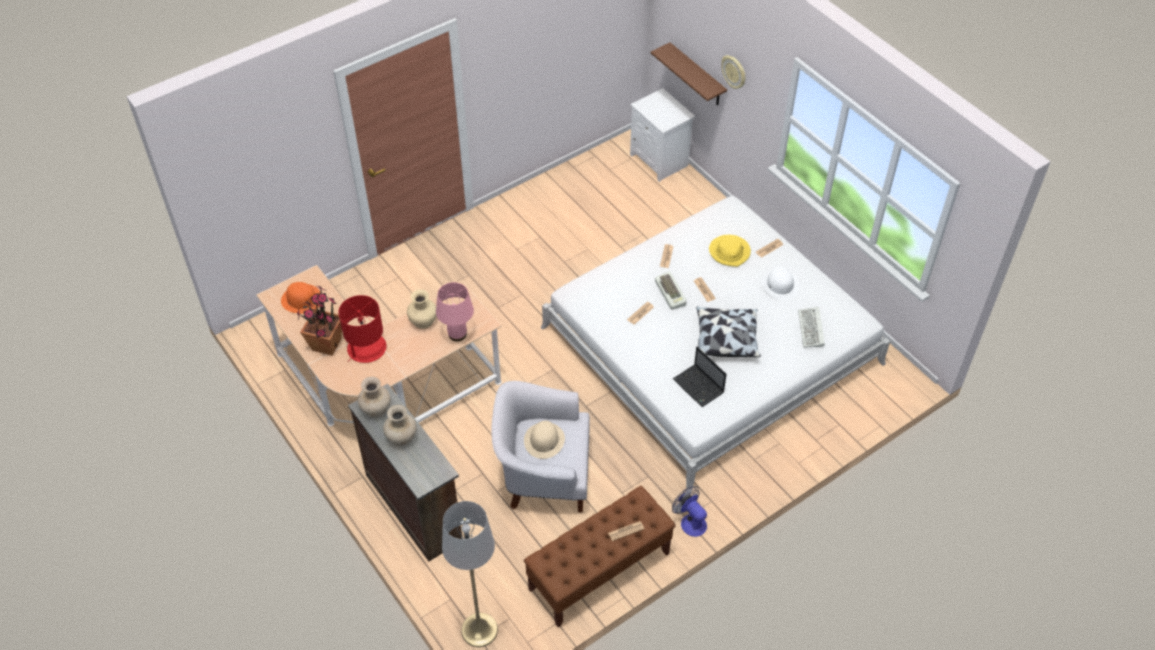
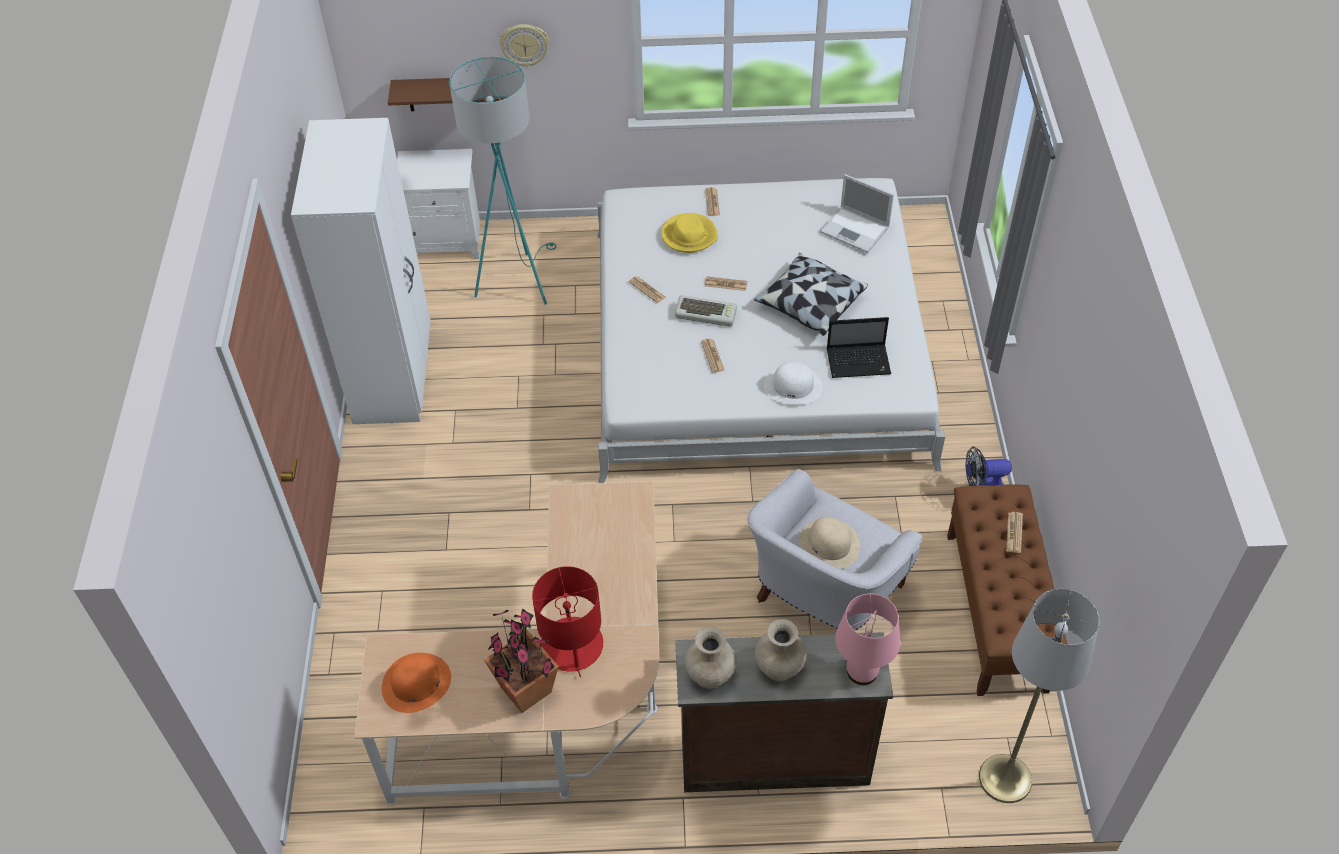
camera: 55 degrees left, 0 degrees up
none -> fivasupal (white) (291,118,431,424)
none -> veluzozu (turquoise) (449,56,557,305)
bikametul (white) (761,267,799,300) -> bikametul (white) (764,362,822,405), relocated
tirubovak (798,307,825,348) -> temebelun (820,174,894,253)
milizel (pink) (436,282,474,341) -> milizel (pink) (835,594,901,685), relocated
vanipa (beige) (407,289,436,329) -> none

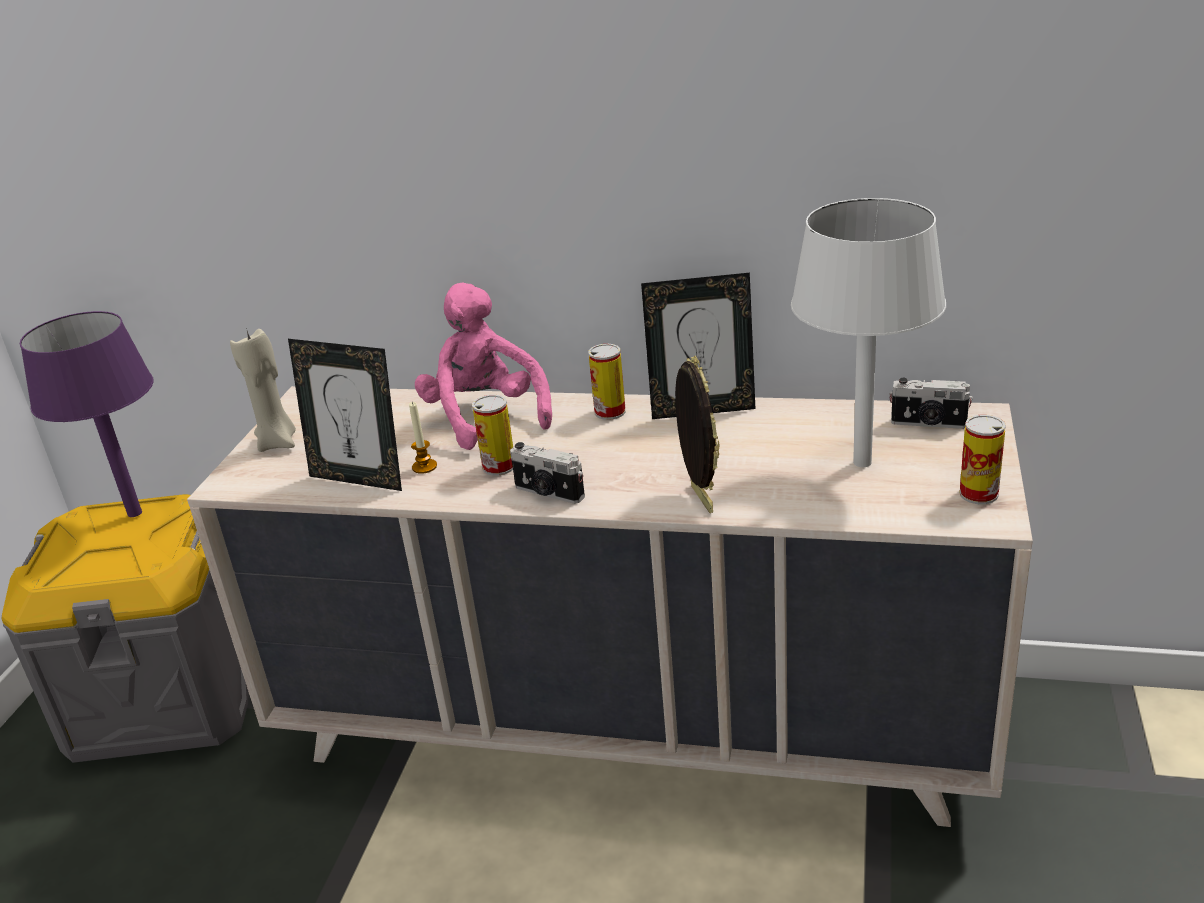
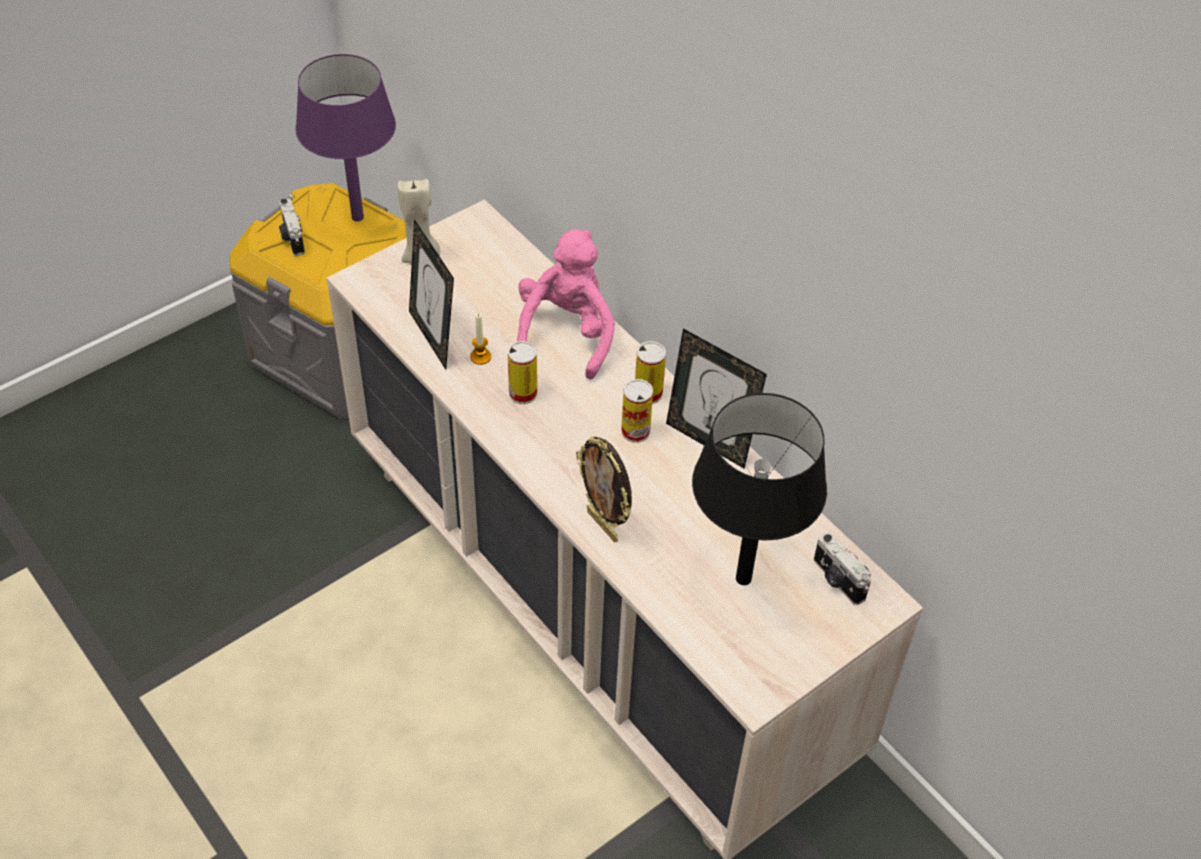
camera: 35 degrees right, 20 degrees up
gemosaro (510,442,585,504) -> gemosaro (279,199,305,256), relocated
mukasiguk (675,356,720,513) -> mukasiguk (576,437,632,542), 120 degrees clockwise
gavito (959,415,1006,504) -> gavito (621,379,653,443), relocated
milizel (white) (791,198,946,467) -> milizel (black) (692,393,827,585)

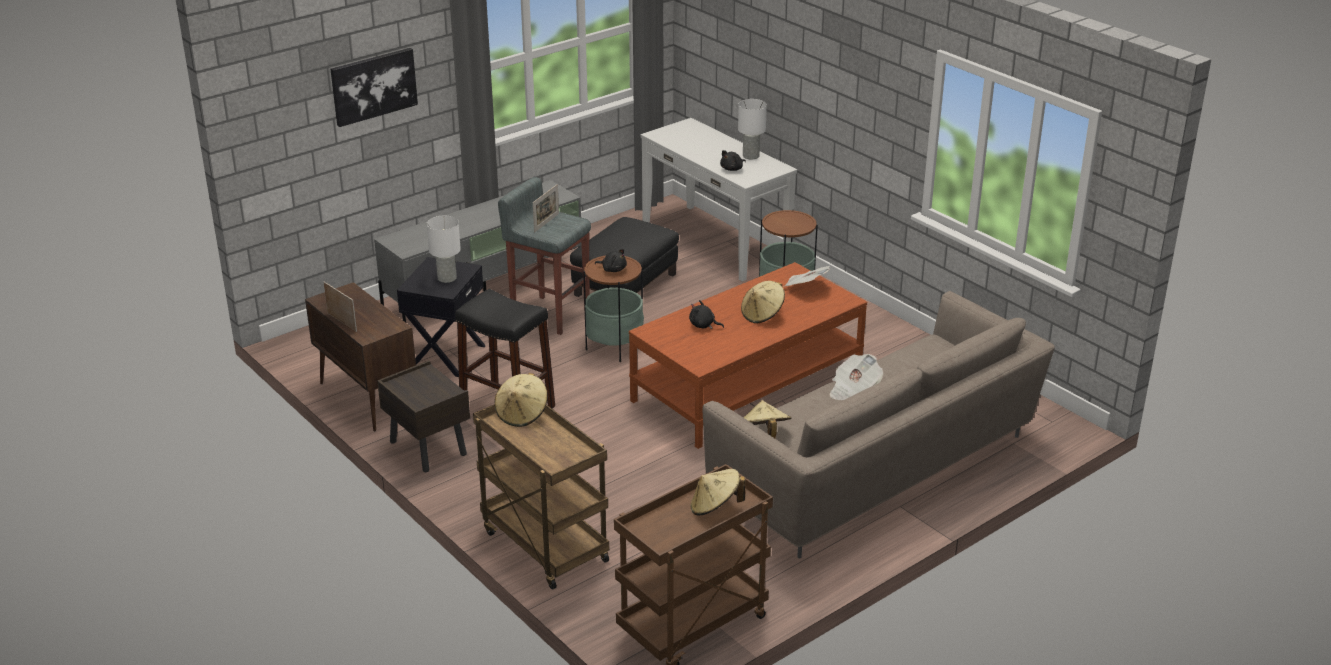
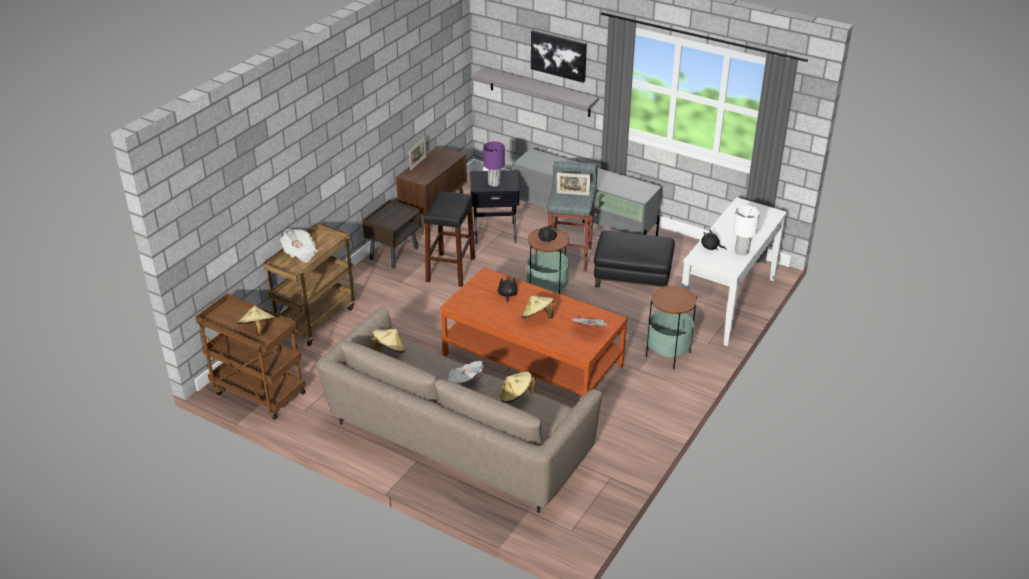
camera: 70 degrees right, 5 degrees up
none -> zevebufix (280,229,318,263)
none -> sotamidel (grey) (472,67,599,117)
milizel (white) (427,216,461,283) -> milizel (purple) (483,142,505,187)
bikametul (beige) (495,373,548,427) -> bikametul (beige) (500,371,536,403), relocated

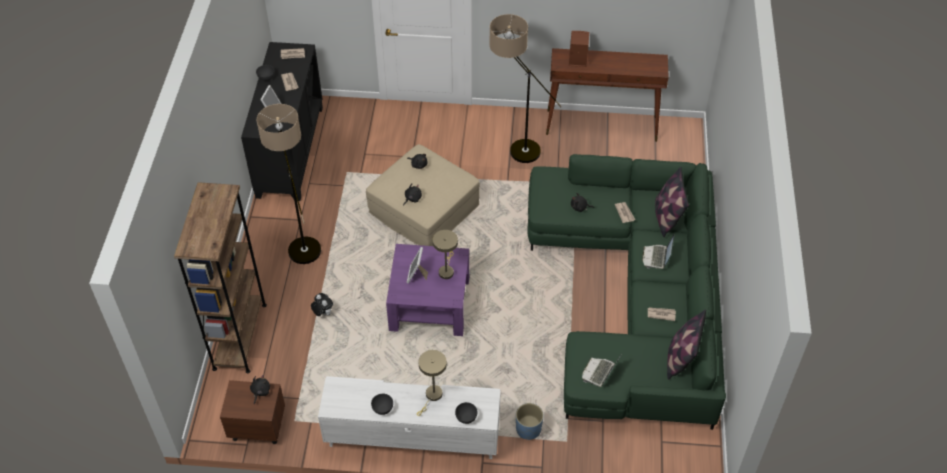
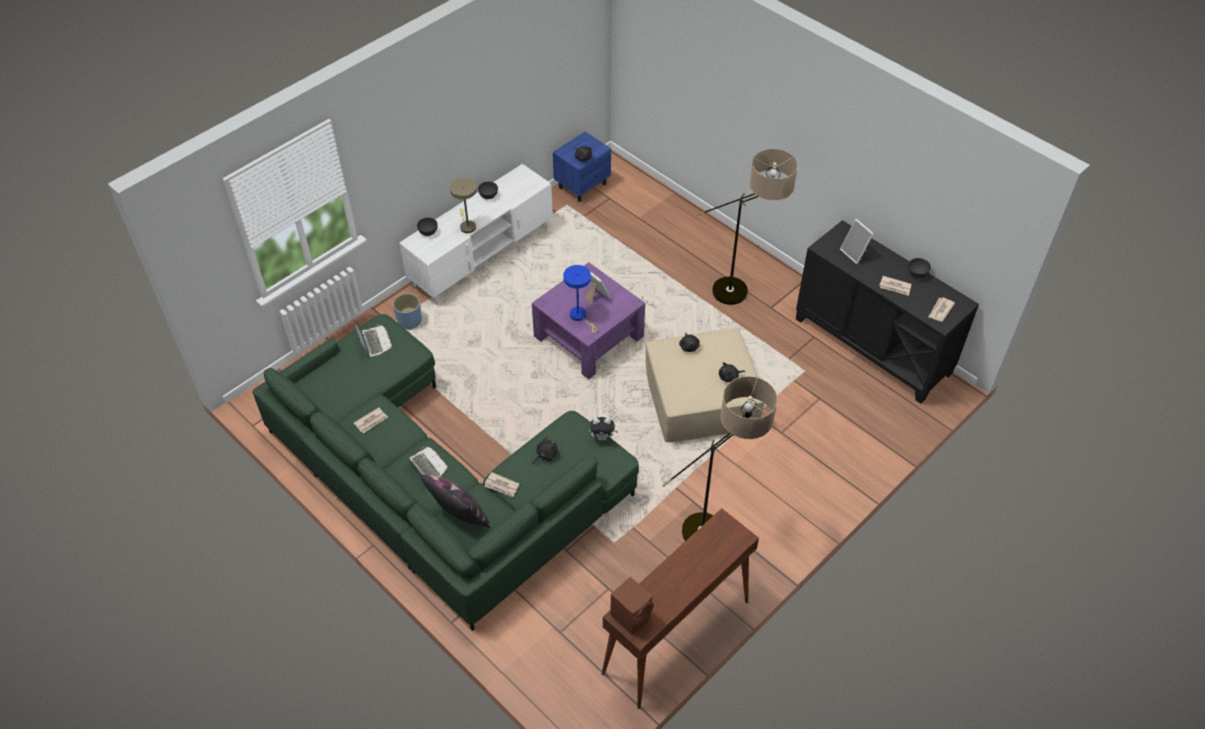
camera: 130 degrees right, 0 degrees up
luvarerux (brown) (220,380,285,444) -> luvarerux (blue) (553,132,611,202)
milizel (beige) (432,230,458,279) -> milizel (blue) (563,265,597,332)
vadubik (311,293,333,316) -> vadubik (589,417,618,441), relocated
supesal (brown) (569,31,589,67) -> supesal (brown) (611,576,654,635), relocated
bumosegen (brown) (174,182,267,373) -> none
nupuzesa (667,309,706,380) -> none

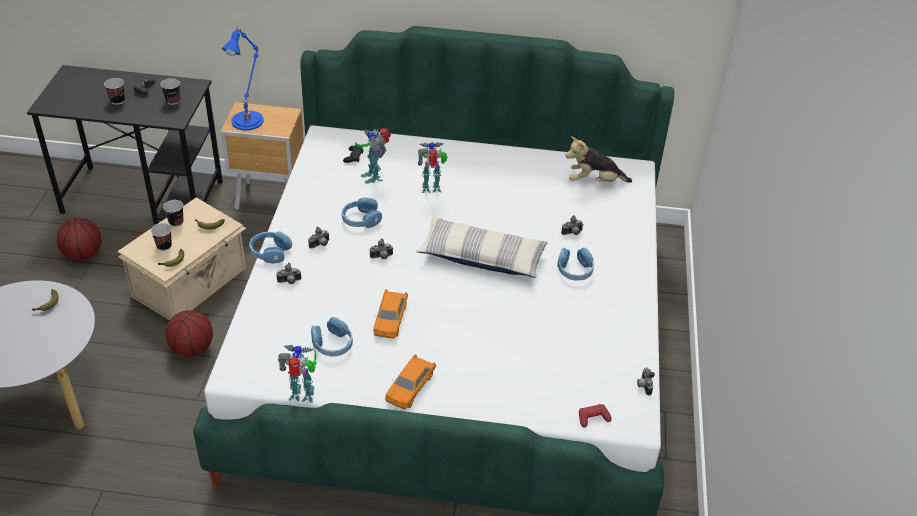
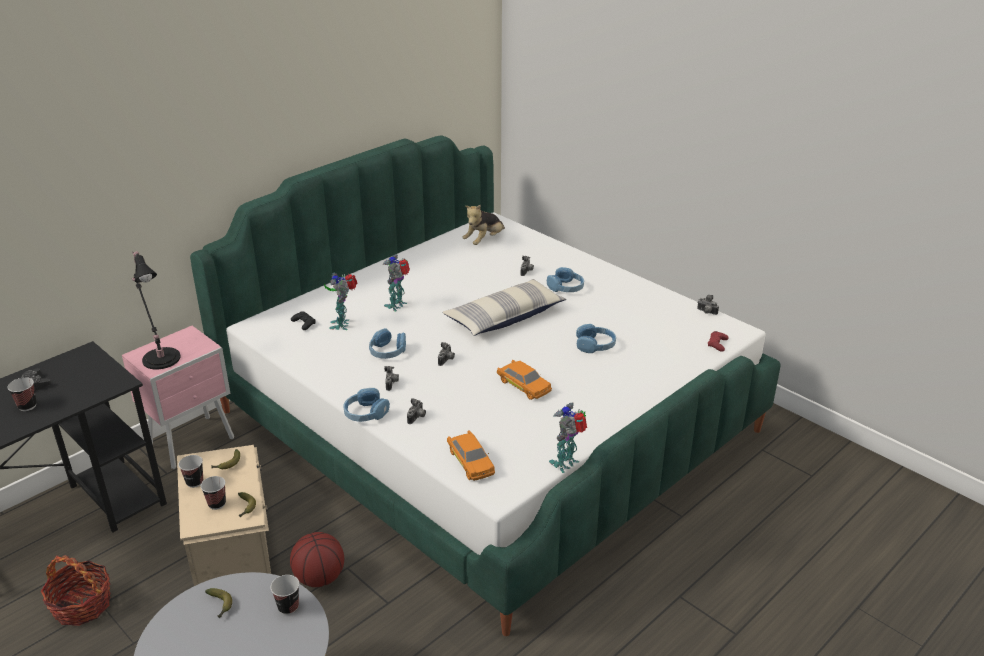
camera: 50 degrees left, 10 degrees down
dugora (57,218,101,261) -> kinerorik (41,555,111,626)
luvarerux (brown) (221,102,304,210) -> luvarerux (pink) (122,326,234,469)
milizel (blue) (222,27,264,131) -> milizel (black) (132,252,180,370)
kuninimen (161,78,180,105) -> kuninimen (270,575,299,615), relocated
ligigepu (355,128,391,184) -> ligigepu (324,273,357,330), 75 degrees clockwise
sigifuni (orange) (385,354,436,409) -> sigifuni (orange) (447,430,495,481), relocated
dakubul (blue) (311,317,353,357) -> dakubul (blue) (576,324,616,353), relocated

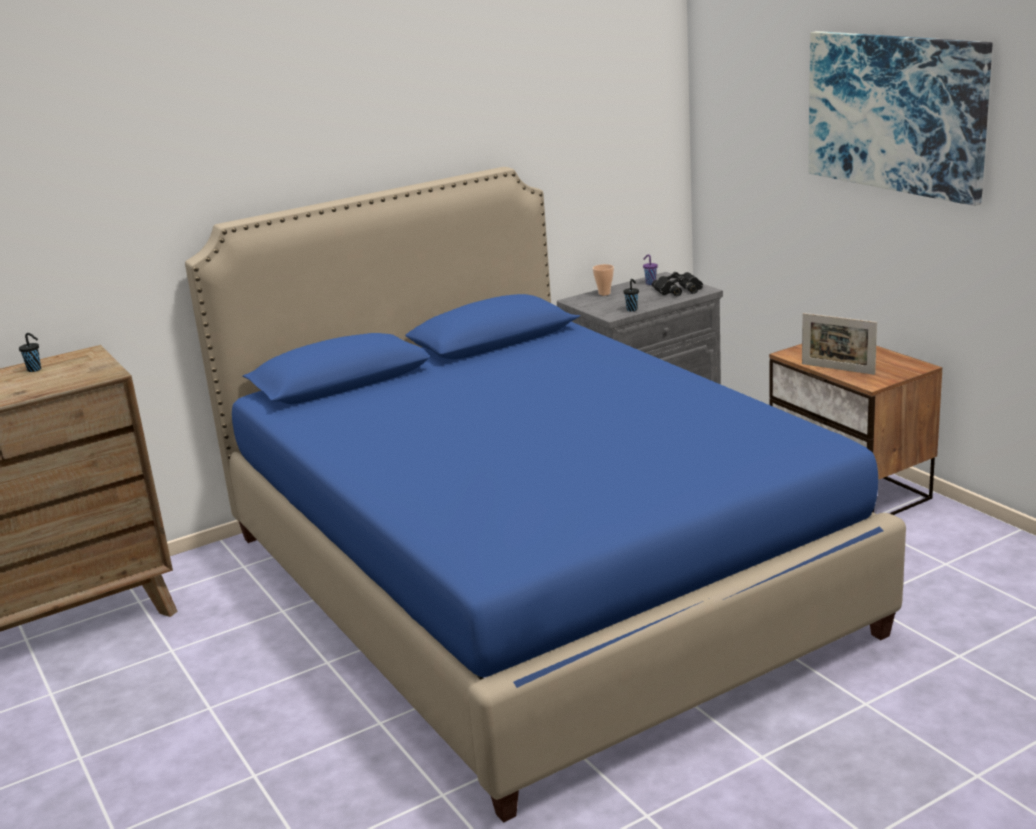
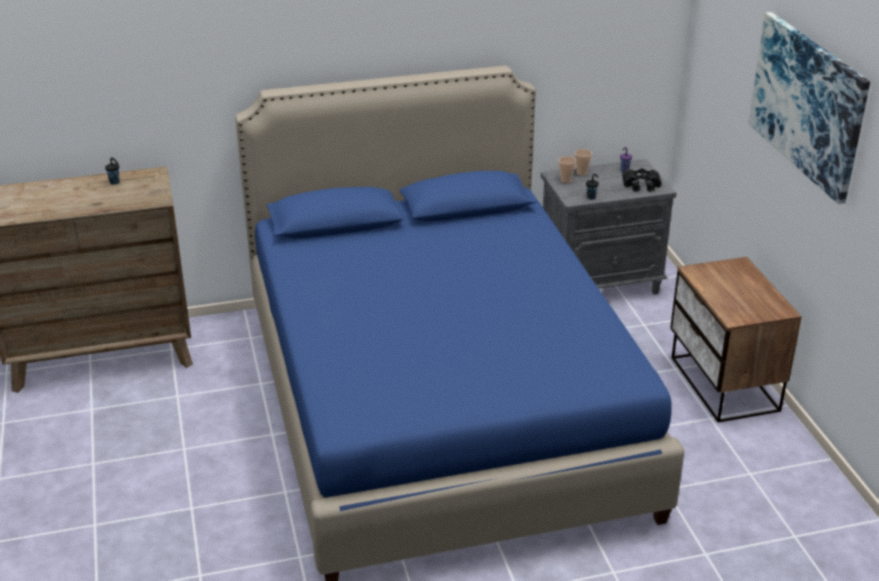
camera: 15 degrees right, 10 degrees up
none -> kuninimen (558,156,576,183)
mukasiguk (802,313,877,375) -> none

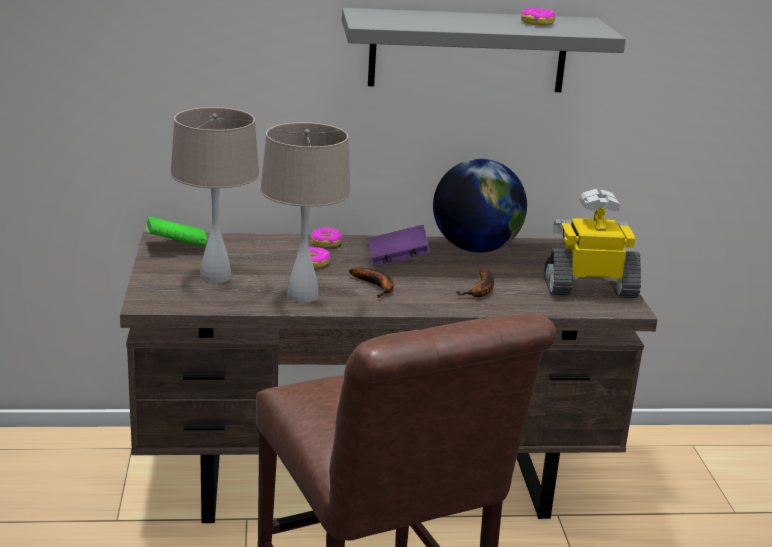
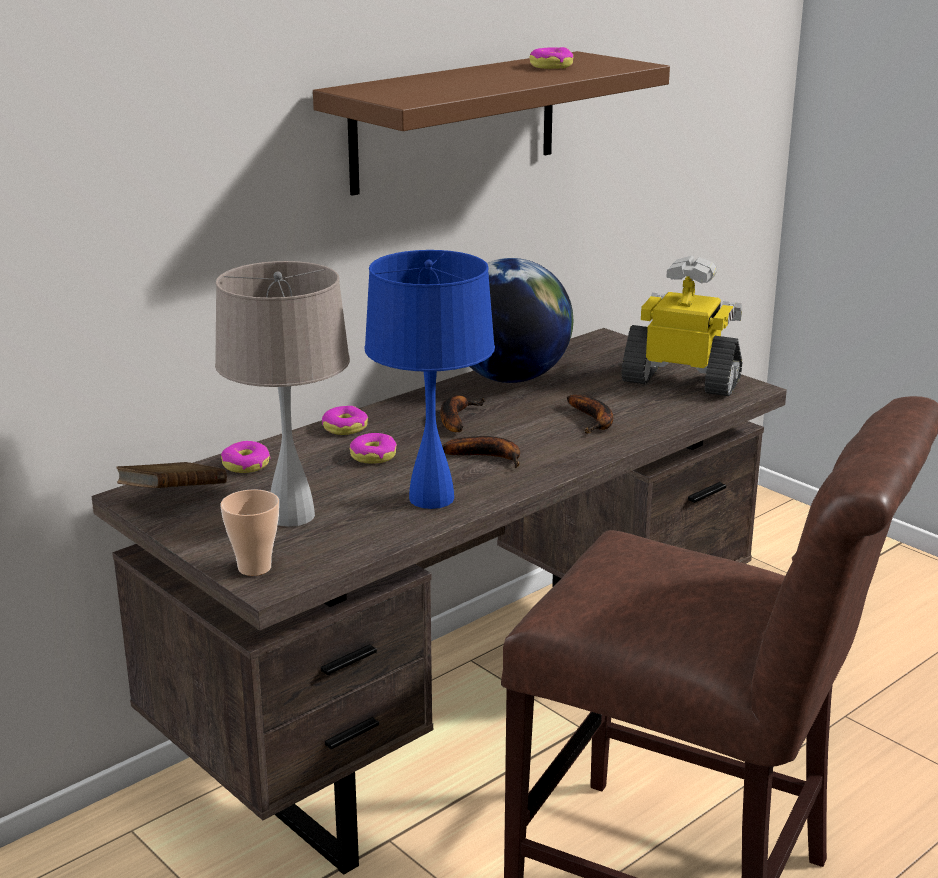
camera: 35 degrees left, 0 degrees up
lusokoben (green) (145,216,207,247) -> lusokoben (brown) (116,462,227,488)
none -> kuninimen (220,489,279,576)
none -> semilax (221,441,271,473)
sotamidel (grey) (342,8,626,92) -> sotamidel (brown) (313,51,670,196)
milizel (beige) (260,122,351,303) -> milizel (blue) (365,250,495,509)
lusokoben (purple) (369,225,430,266) -> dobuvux (440,395,484,432)
ligigepu (544,189,641,298) -> ligigepu (621,256,742,396), 60 degrees clockwise

